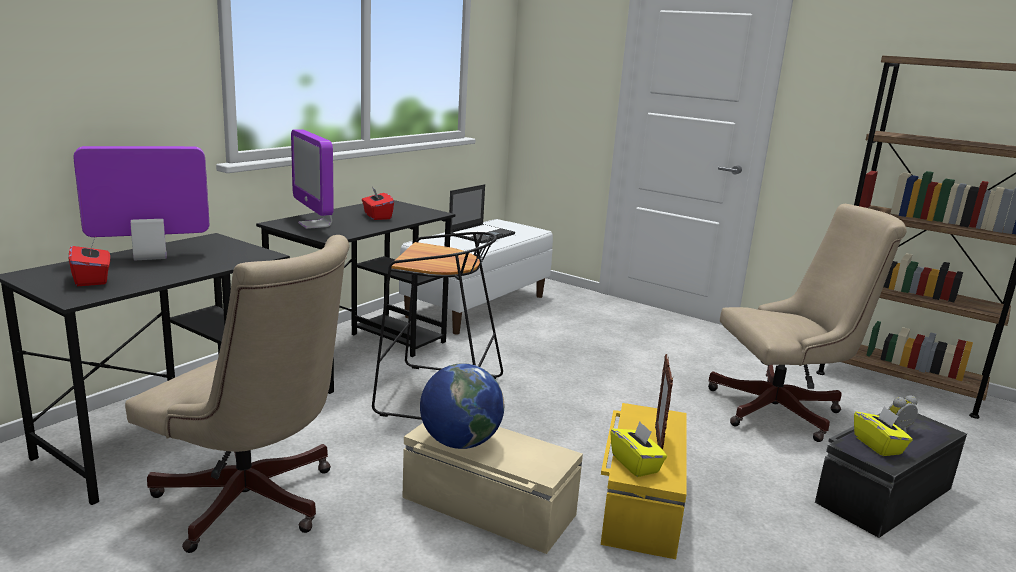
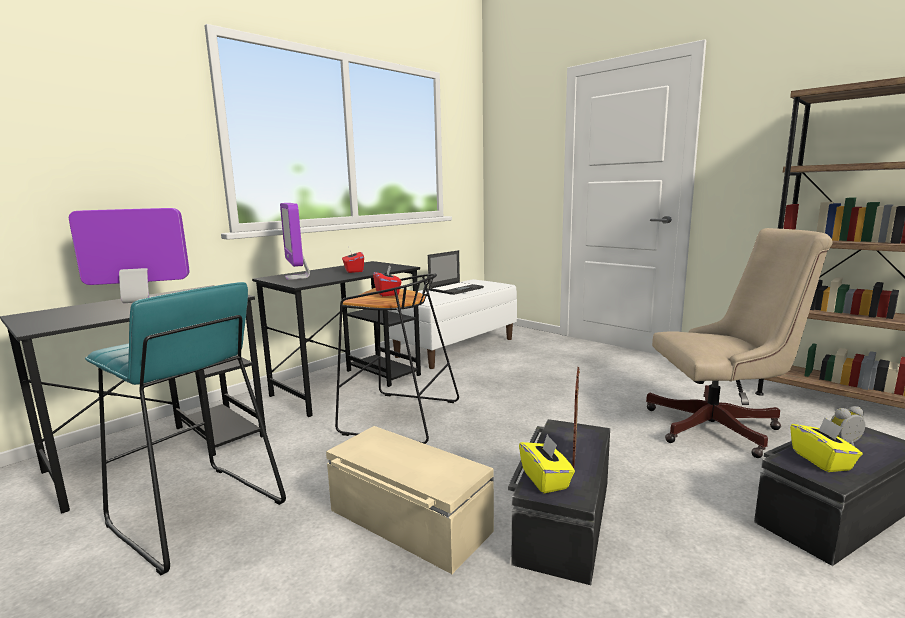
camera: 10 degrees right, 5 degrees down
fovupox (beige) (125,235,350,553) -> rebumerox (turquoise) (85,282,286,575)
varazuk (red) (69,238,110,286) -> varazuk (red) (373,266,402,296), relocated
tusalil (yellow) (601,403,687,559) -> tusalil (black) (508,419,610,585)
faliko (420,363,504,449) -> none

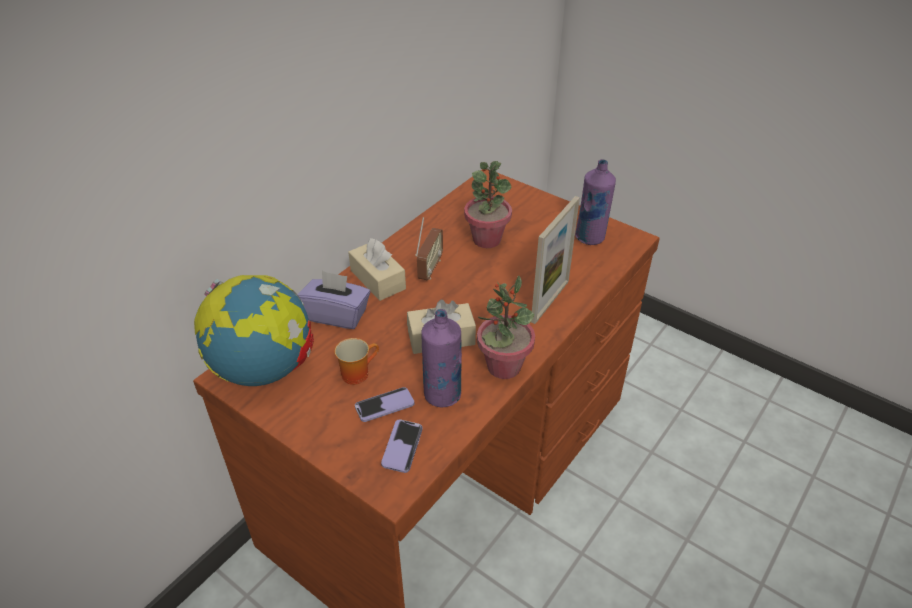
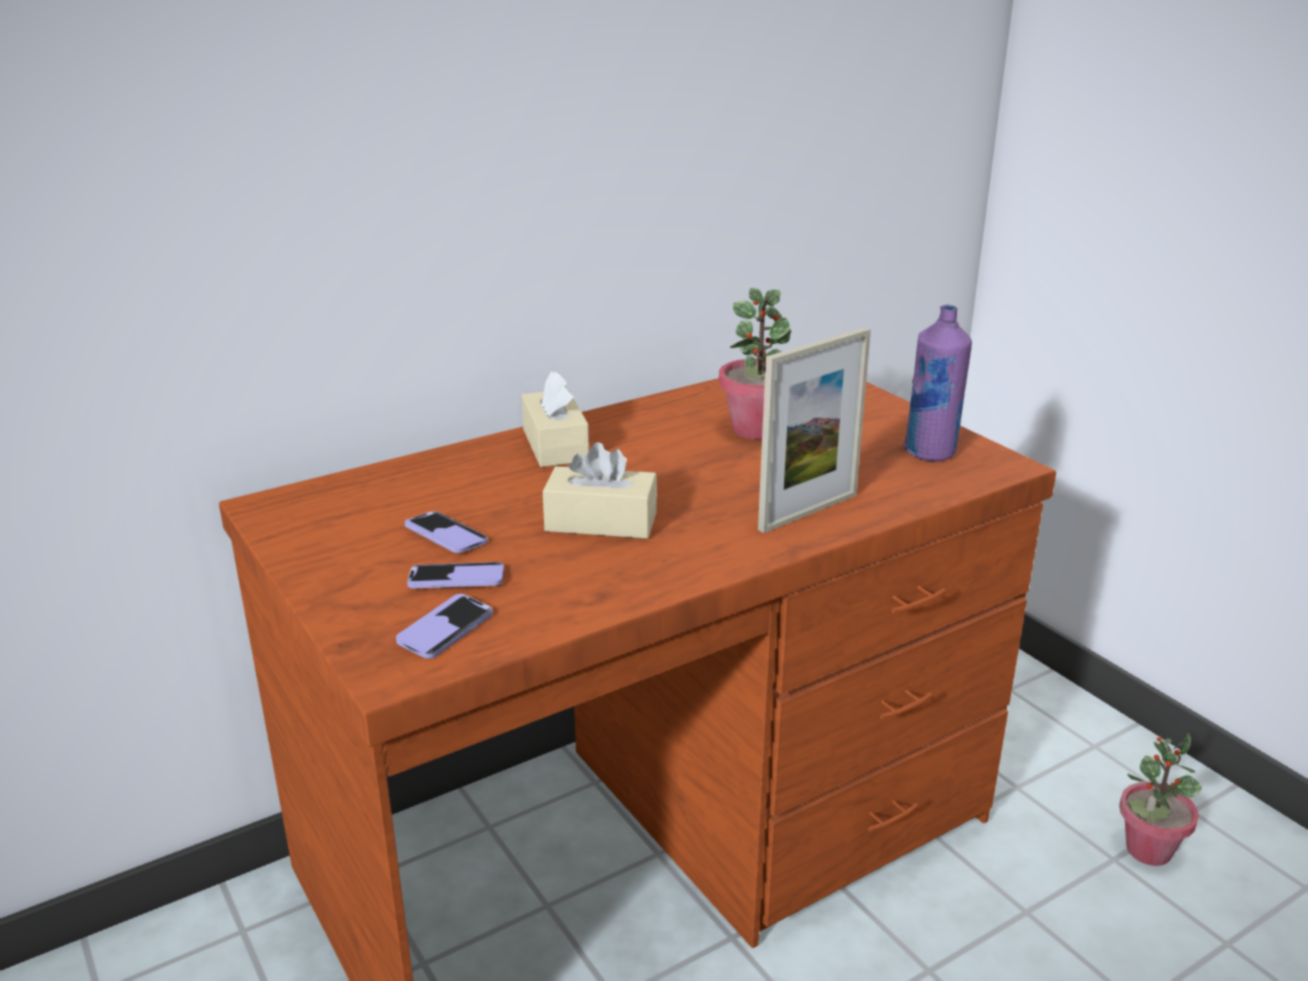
camera: 20 degrees right, 15 degrees down
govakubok (334,338,379,385) -> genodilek (405,511,488,553)
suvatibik (477,275,535,379) -> suvatibik (1119,733,1202,866), relocated
faliko (194,275,314,386) -> none
varazuk (purple) (297,271,370,329) -> none
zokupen (415,217,443,280) -> none
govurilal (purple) (421,309,462,407) -> none

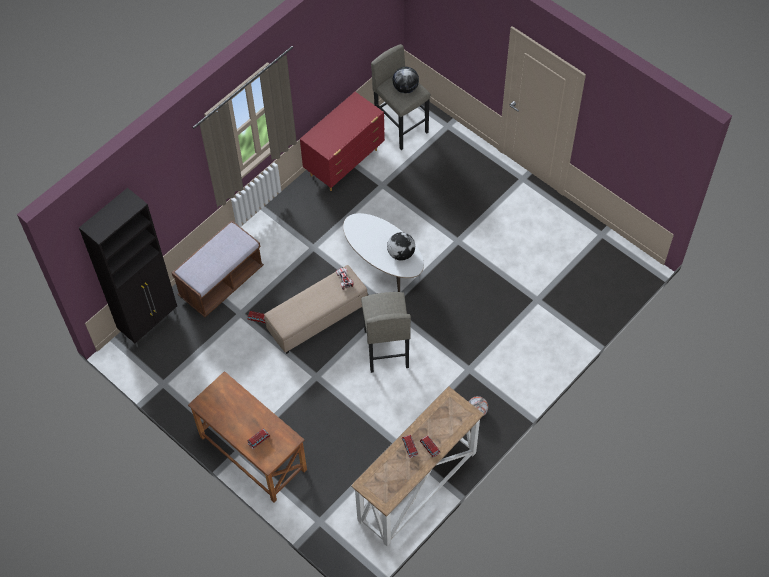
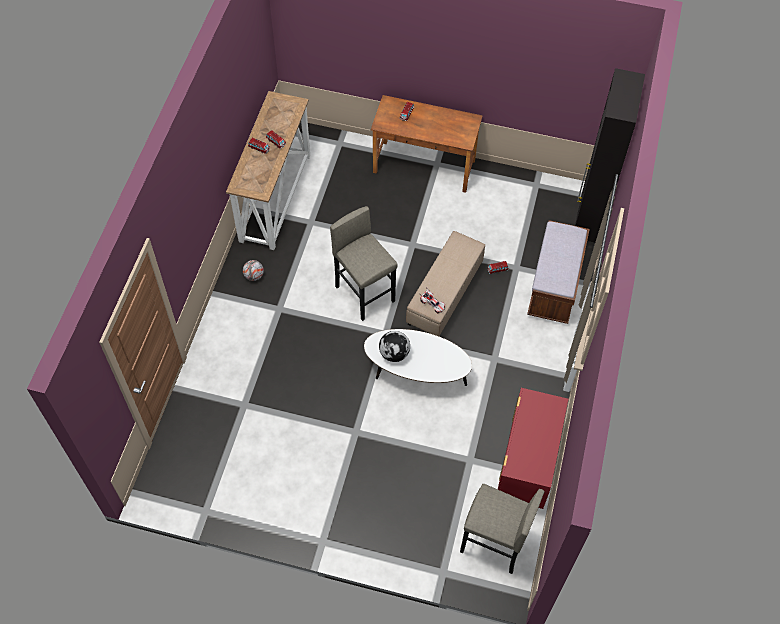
camera: 150 degrees right, 0 degrees up
faliko (393,67,419,93) -> none

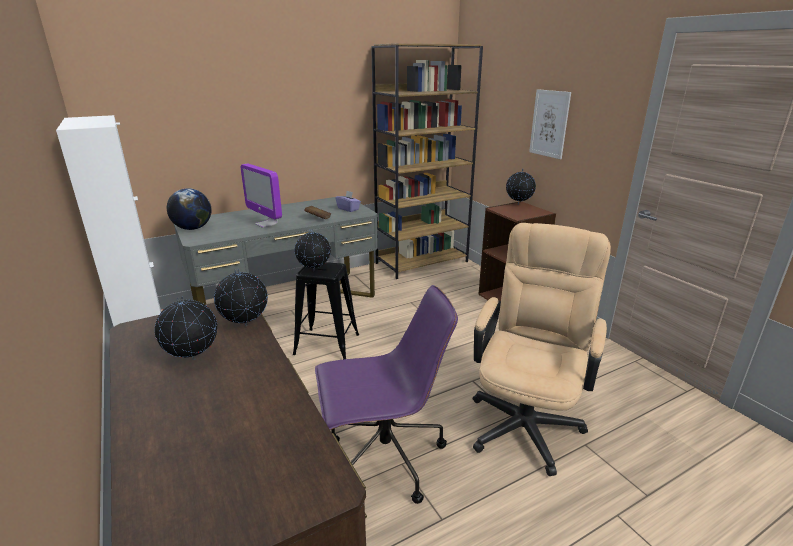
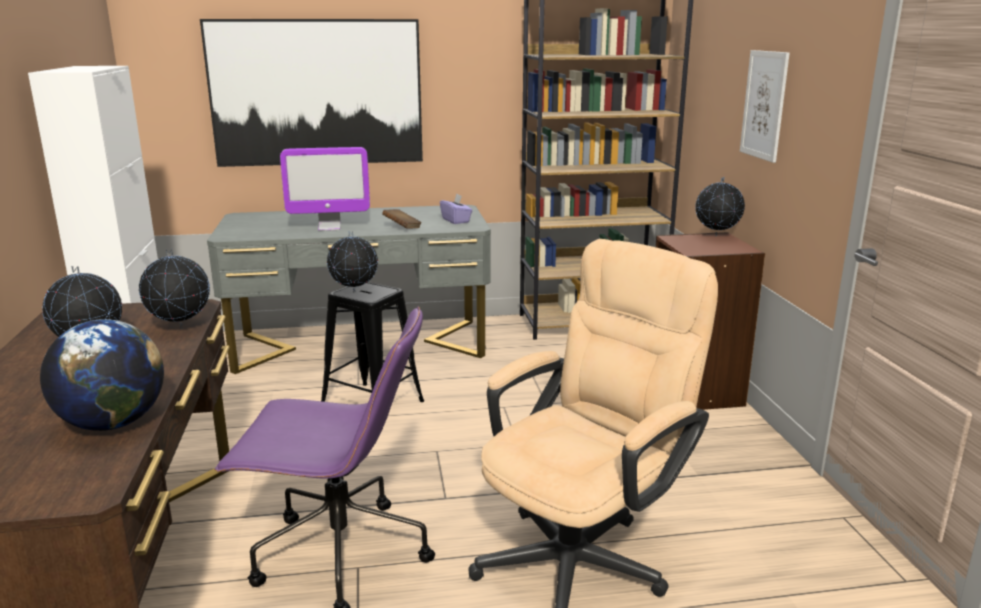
camera: 20 degrees right, 5 degrees down
faliko (167,188,212,230) -> faliko (40,319,164,431), relocated
none -> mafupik (200,19,423,167)
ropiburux (241,164,282,228) -> ropiburux (280,147,370,231), 75 degrees counterclockwise

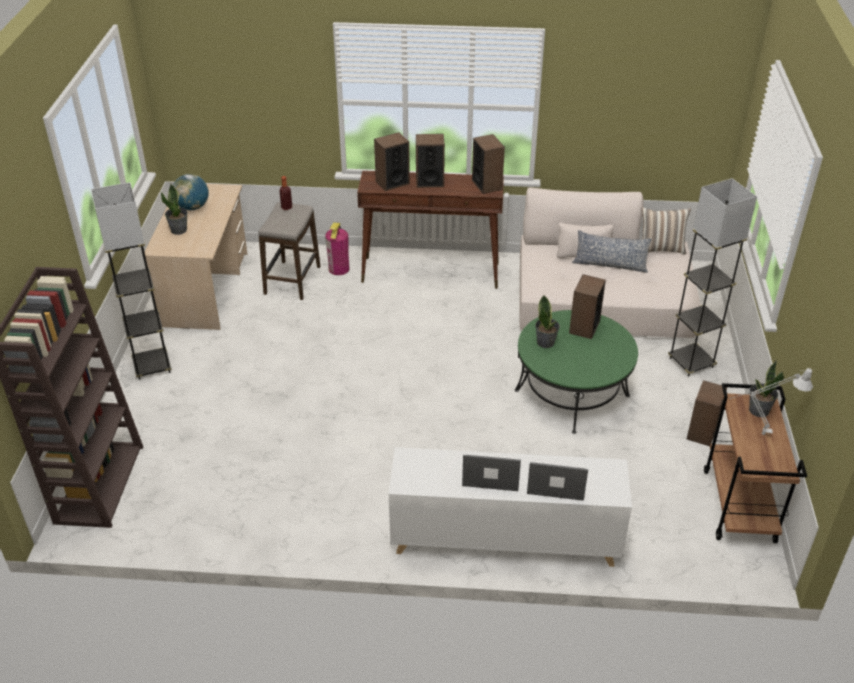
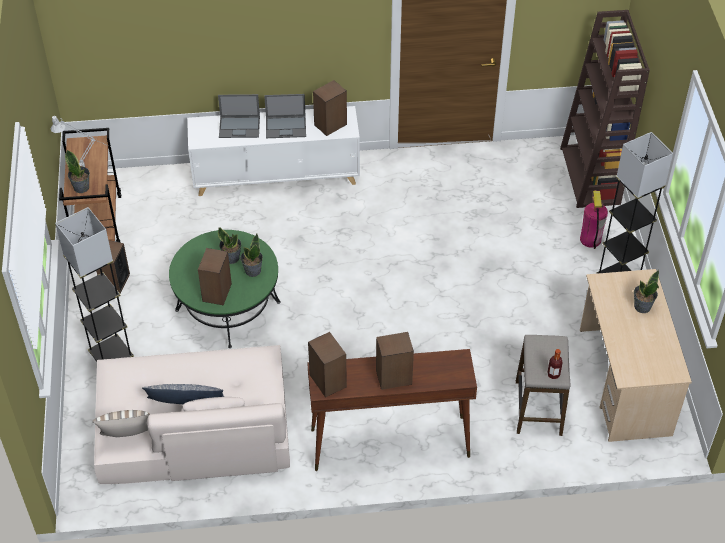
camera: 170 degrees right, 10 degrees up
none -> suvatibik (218,227,241,264)
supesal (374,132,410,191) -> supesal (313,80,347,136), relocated
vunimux (325,222,349,275) -> vunimux (580,191,608,249), relocated
faliko (173,174,209,210) -> none

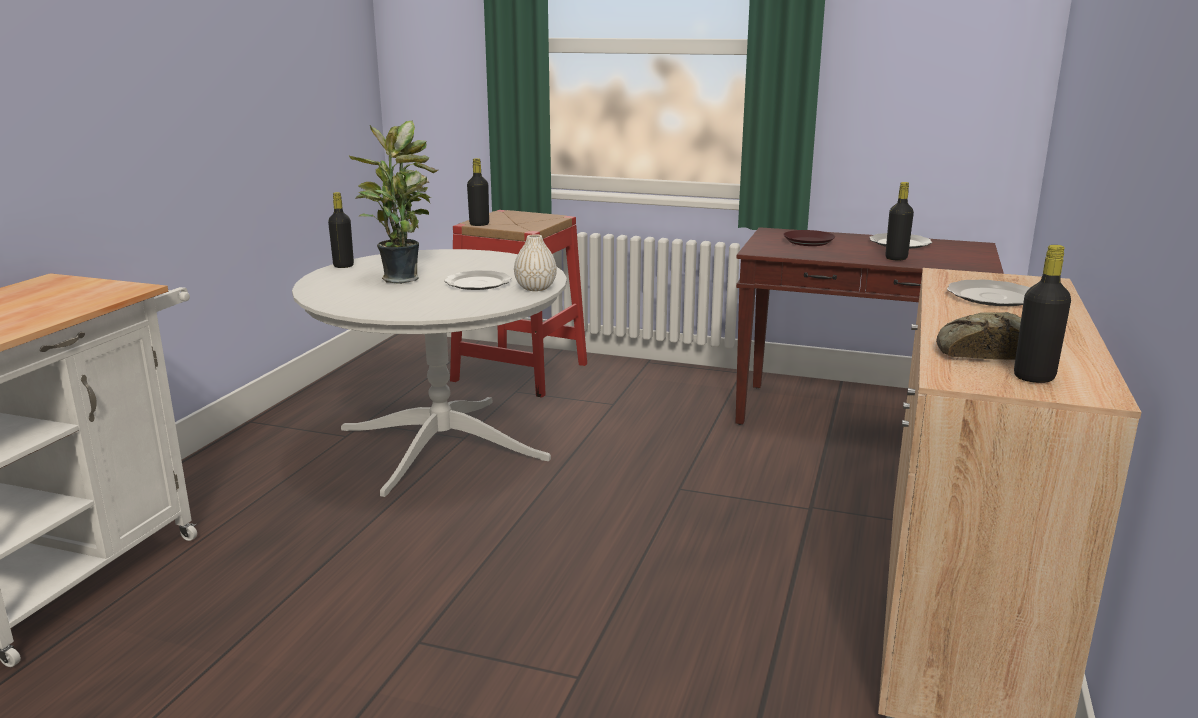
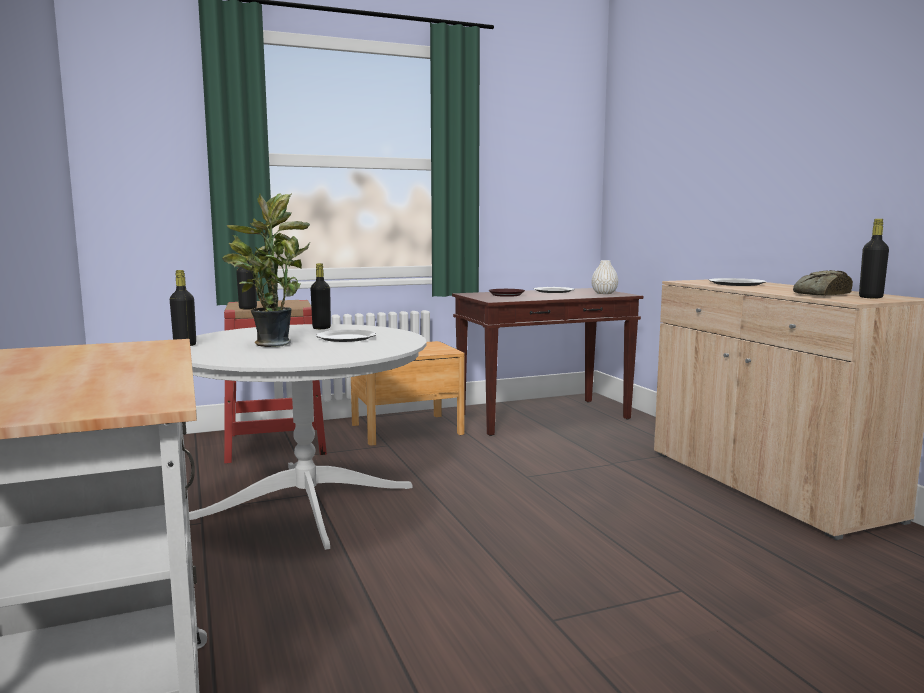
camera: 40 degrees left, 10 degrees down
govurilal (black) (885,182,914,260) -> govurilal (black) (311,263,331,329), relocated
none -> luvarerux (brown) (351,341,465,445)
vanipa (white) (514,234,557,291) -> vanipa (white) (591,260,618,294), relocated

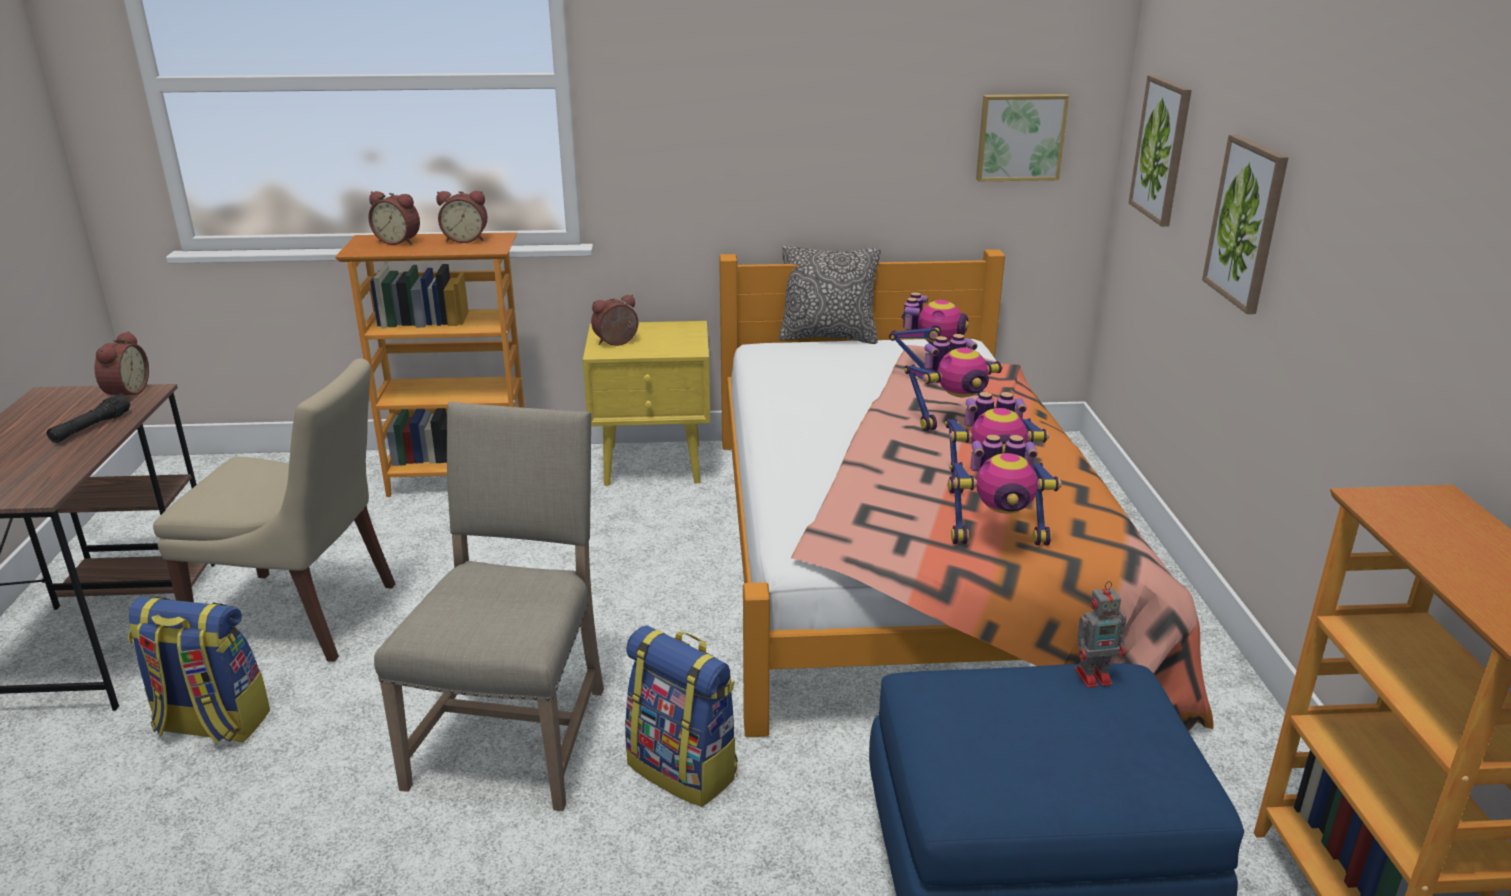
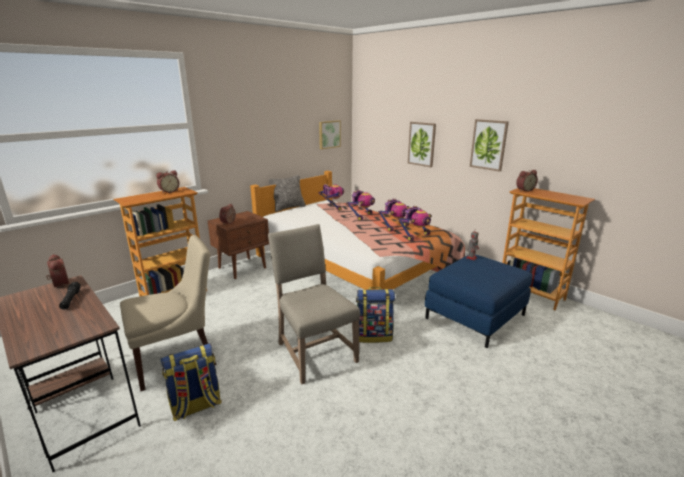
camera: 40 degrees left, 5 degrees down
luvarerux (yellow) (583,321,711,486) -> luvarerux (brown) (207,211,269,279)
mafupik (1129,75,1192,227) -> mafupik (470,119,509,172), relocated
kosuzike (368,191,420,245) -> kosuzike (516,170,538,192), relocated

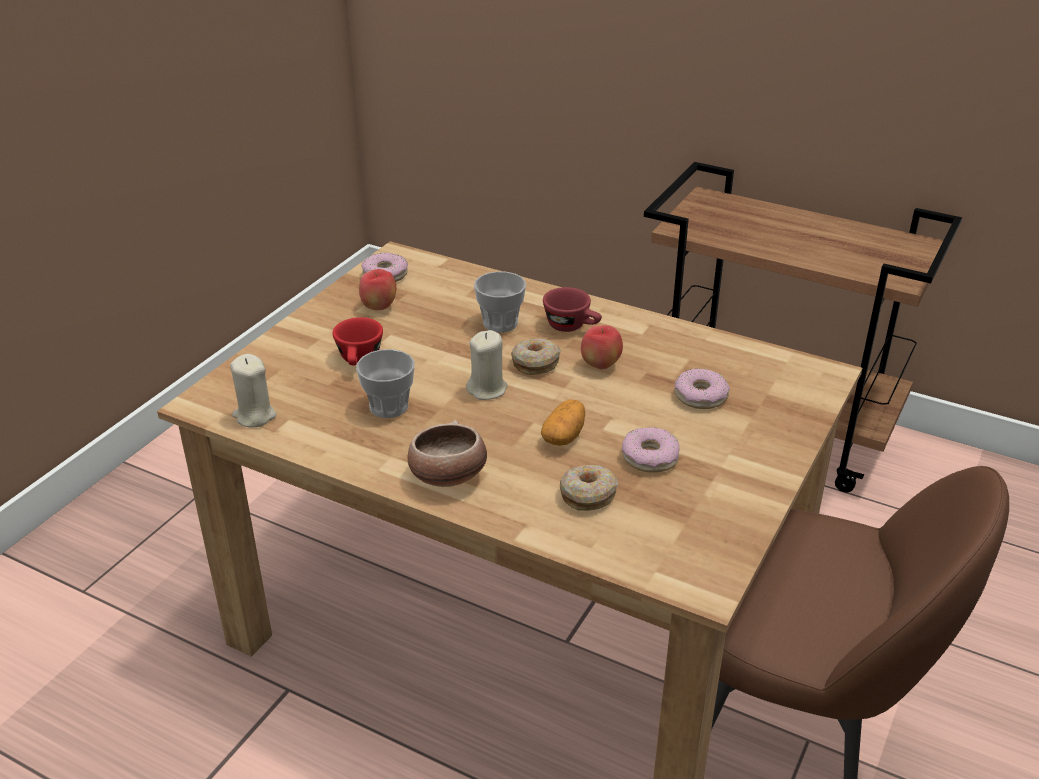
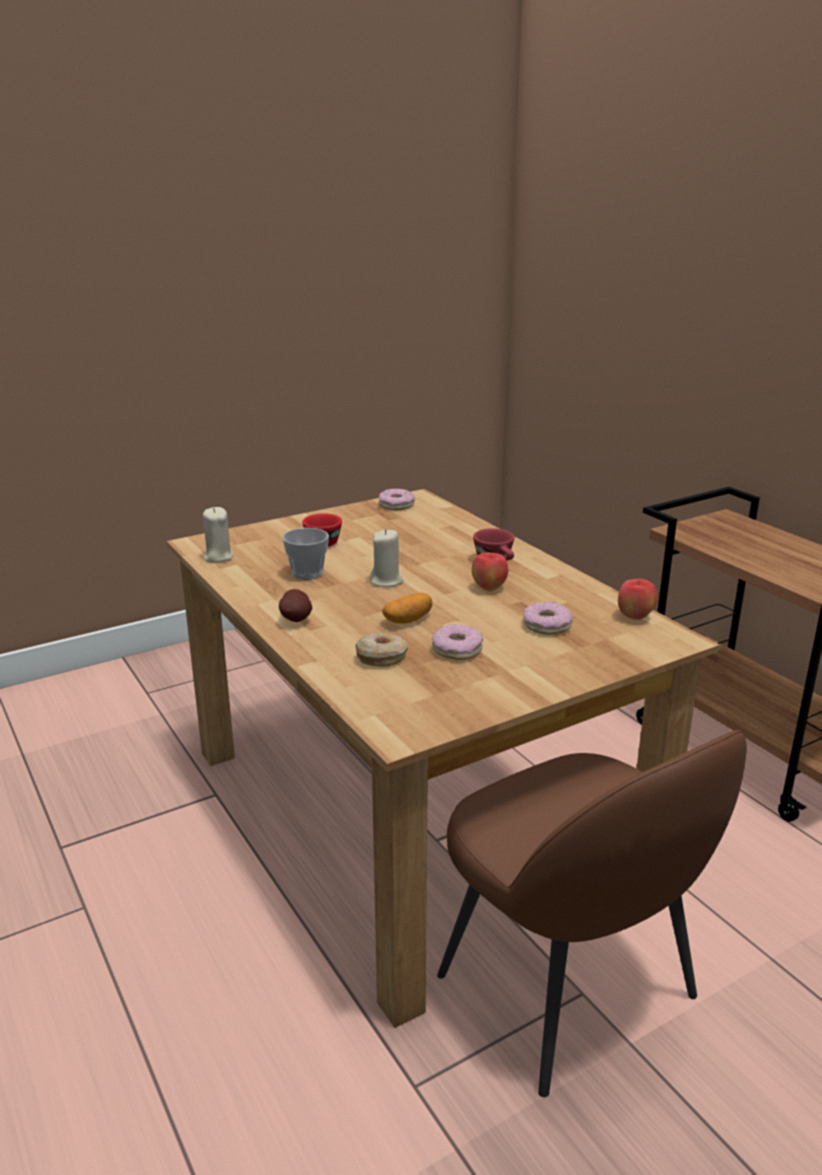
camera: 30 degrees right, 10 degrees down
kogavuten (407,420,487,487) -> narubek (279,589,312,622)
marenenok (359,269,396,310) -> marenenok (618,579,657,620), relocated
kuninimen (474,271,526,333) -> none
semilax (511,338,561,375) -> none

